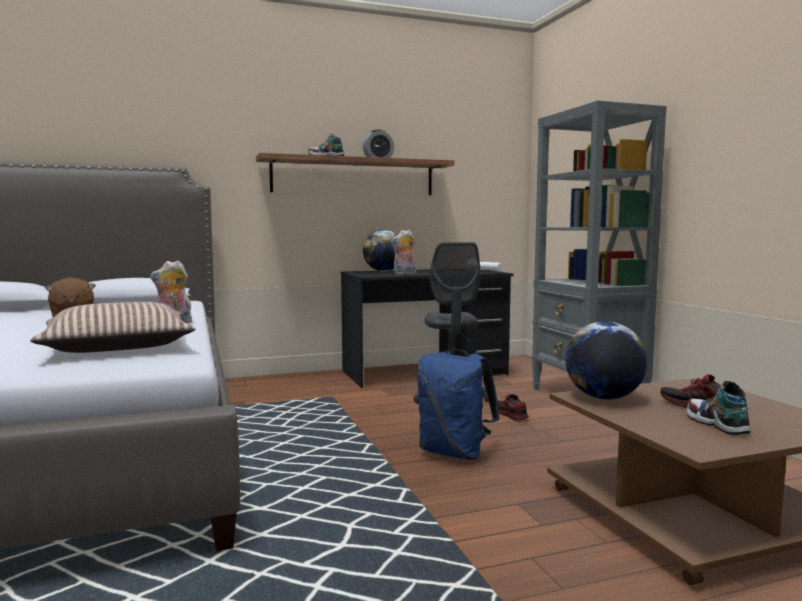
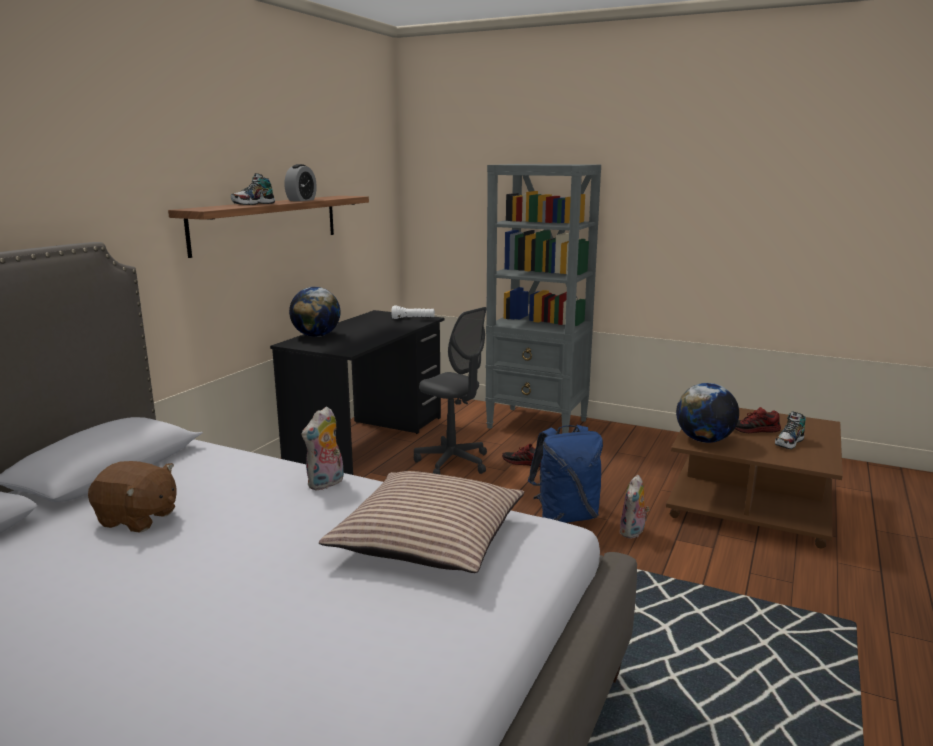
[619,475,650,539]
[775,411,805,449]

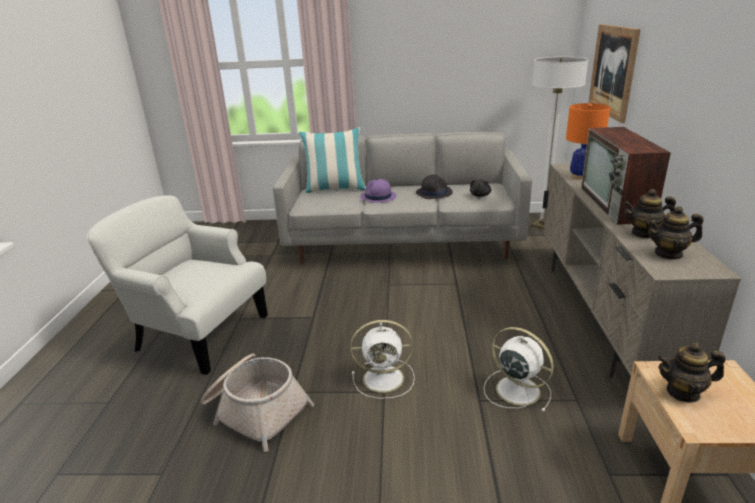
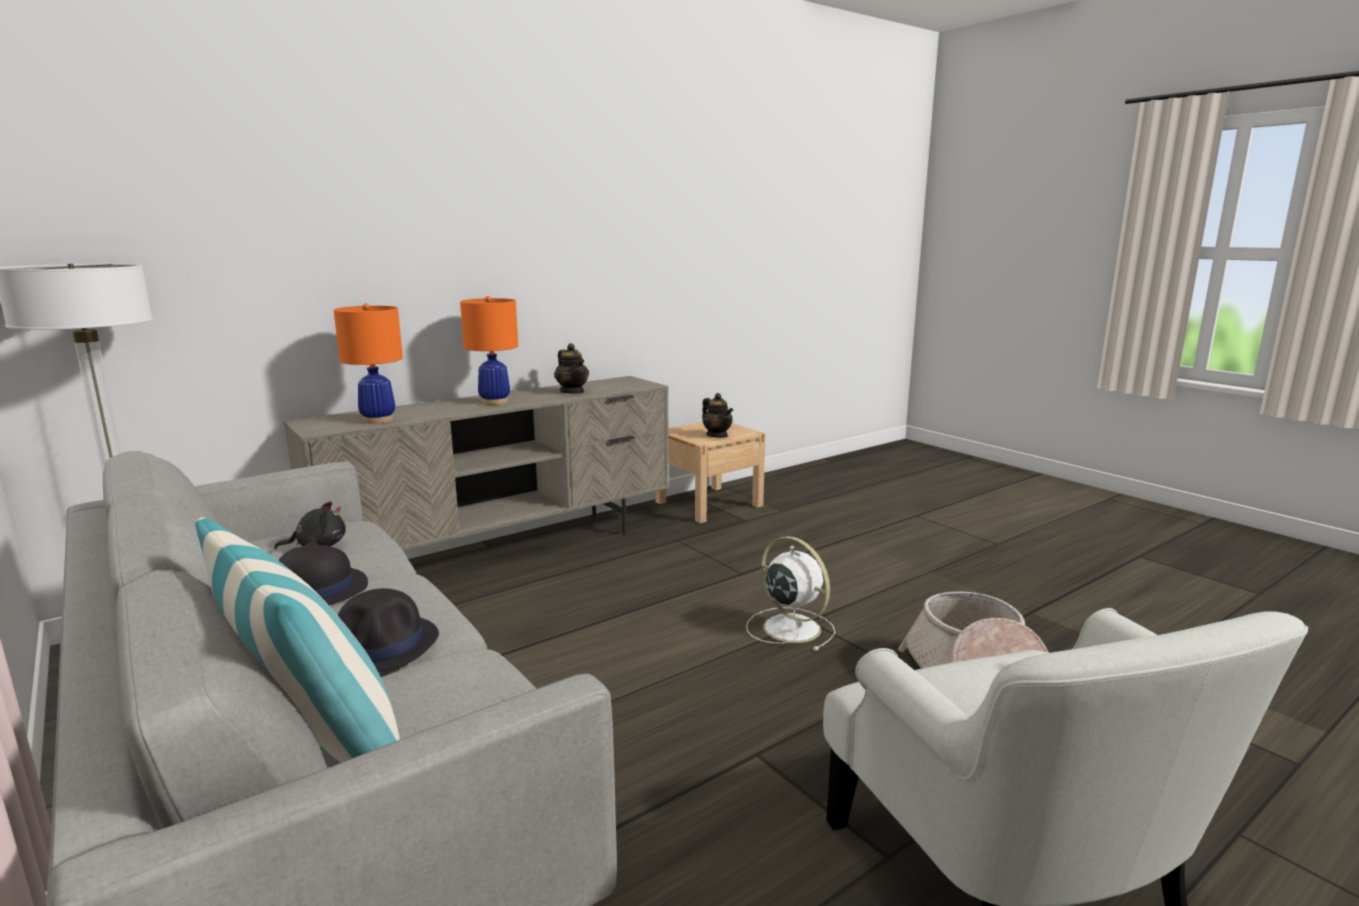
[484,327,554,412] (first image)
[588,24,641,123] (first image)
[647,206,704,260] (first image)
[460,296,518,405]
[338,588,439,672]

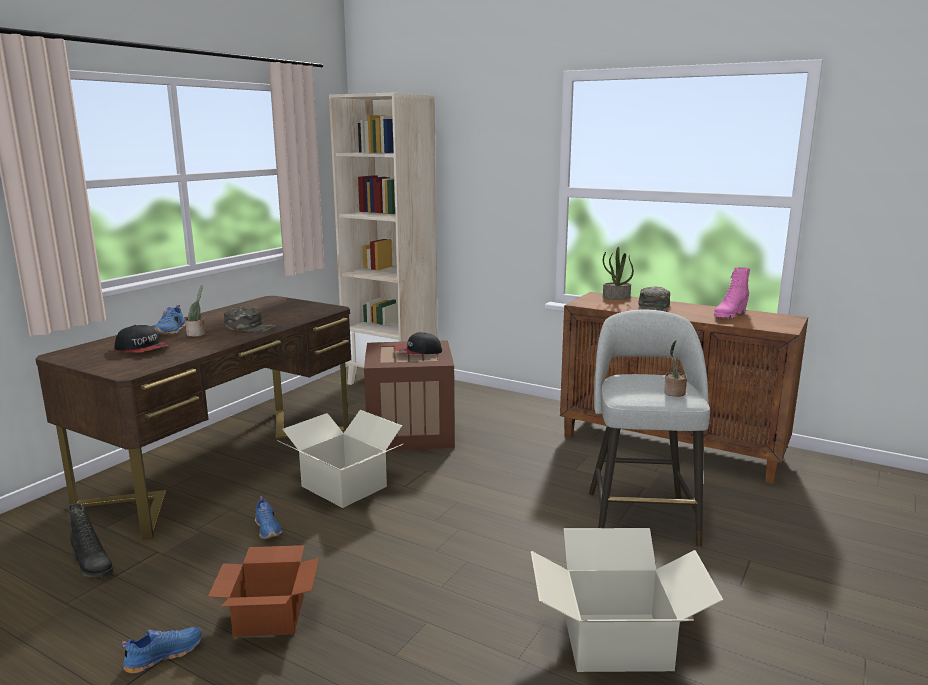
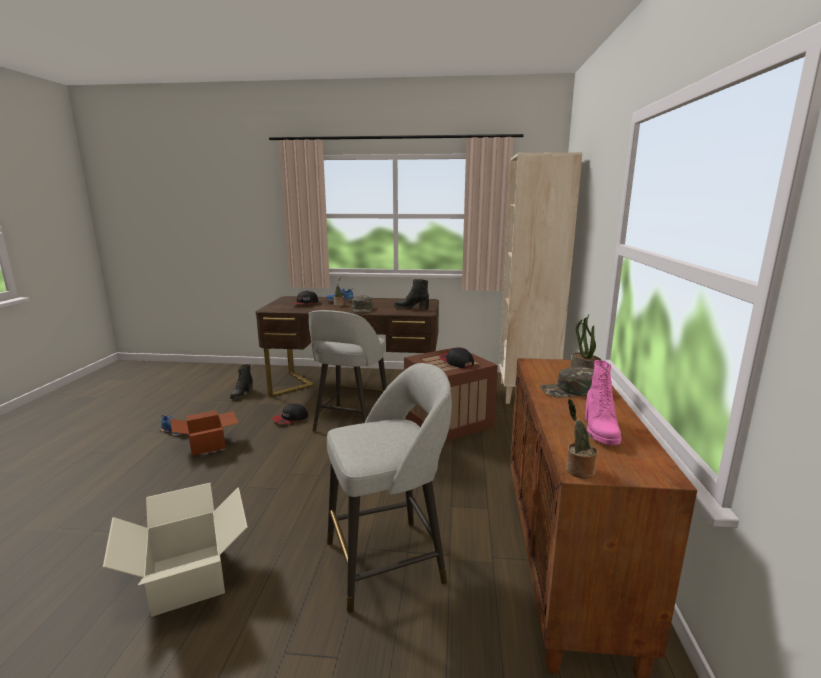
[394,279,429,310]
[566,399,597,479]
[272,404,308,424]
[308,310,387,432]
[585,360,621,445]

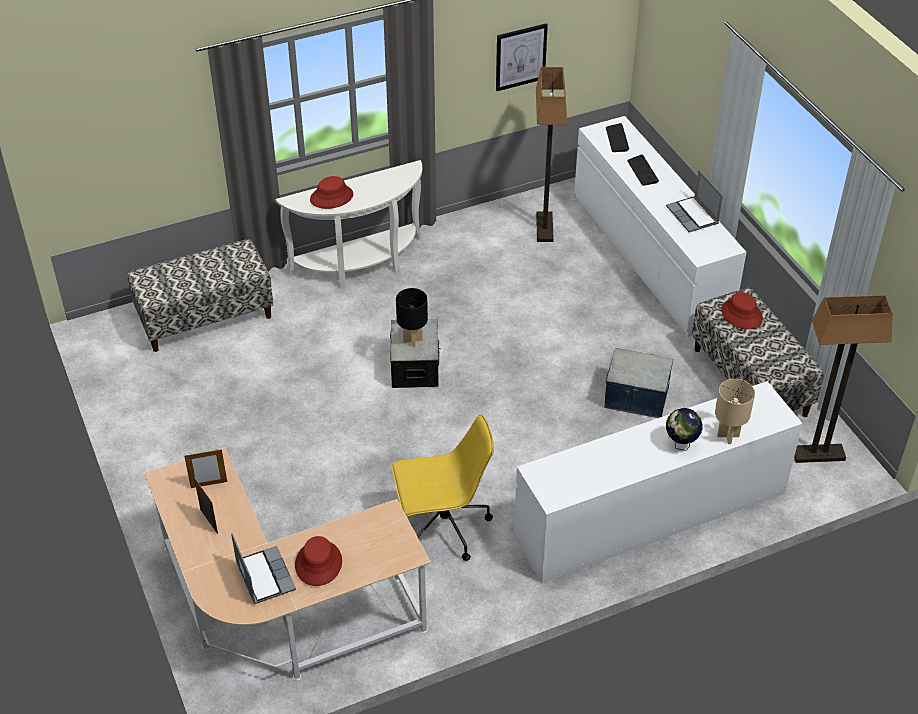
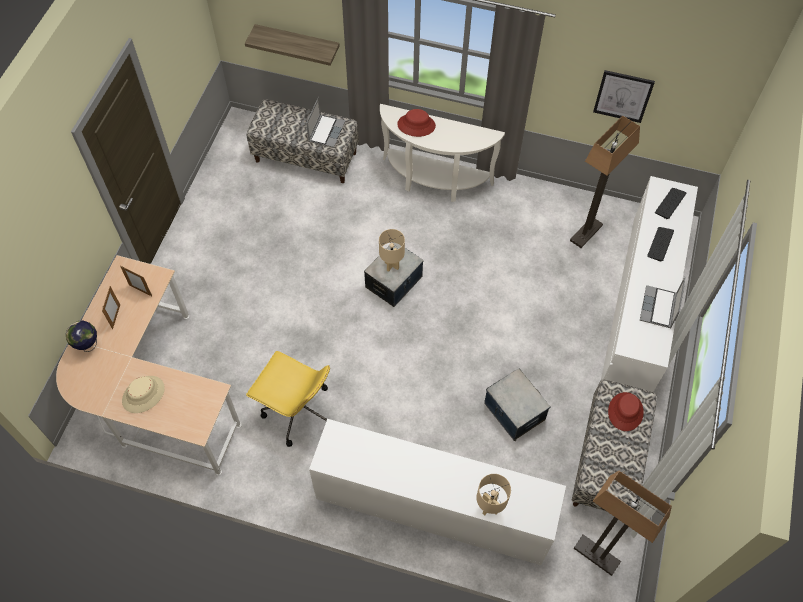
[245,24,340,66]
[306,96,345,148]
[66,321,97,352]
[122,376,165,413]
[379,229,405,272]

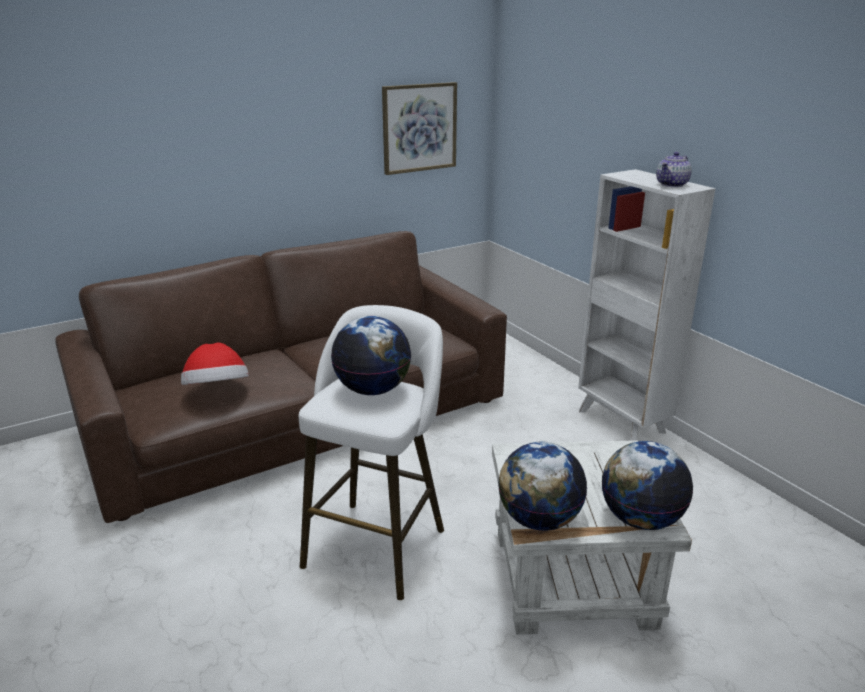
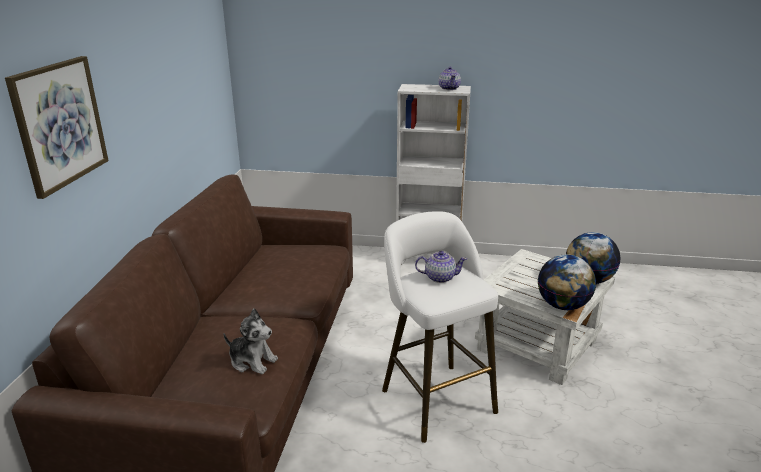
[5,56,109,199]
[223,308,278,374]
[415,251,467,283]

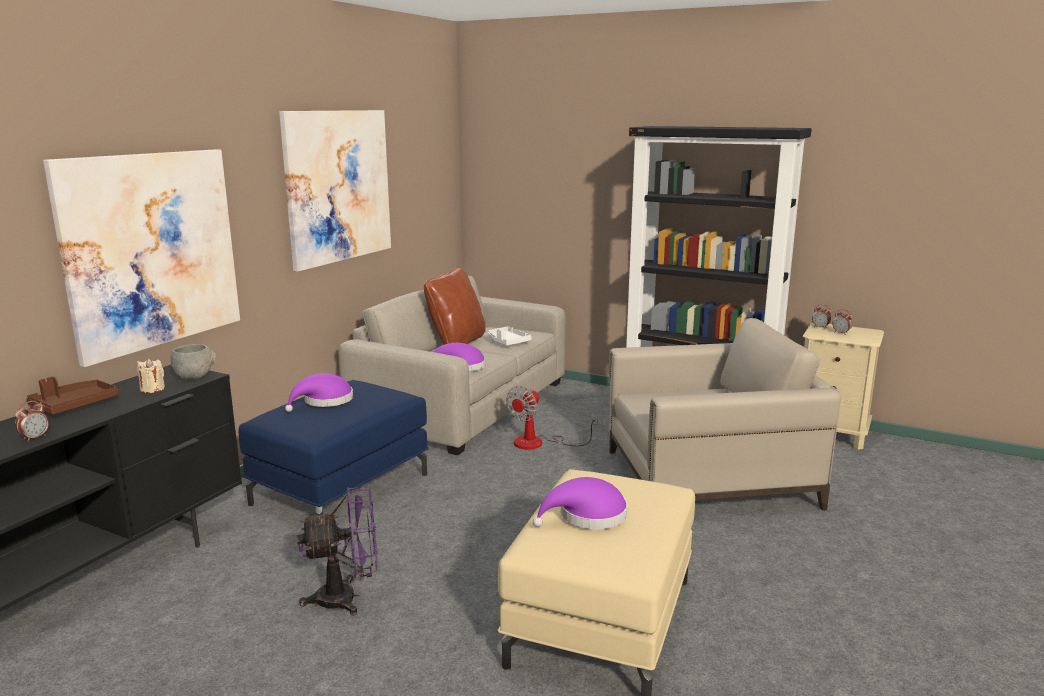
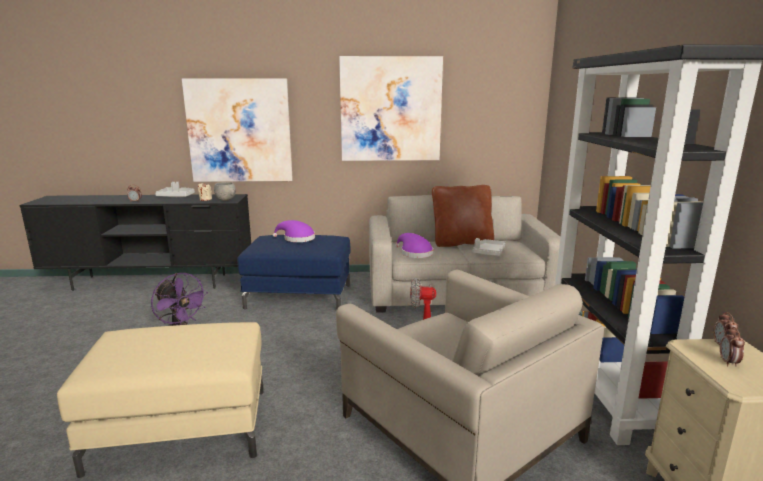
[533,477,627,529] (first image)
[155,182,195,197]

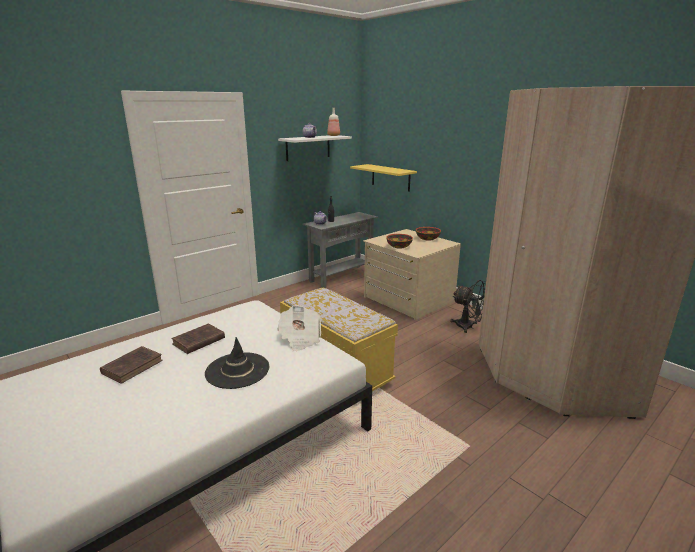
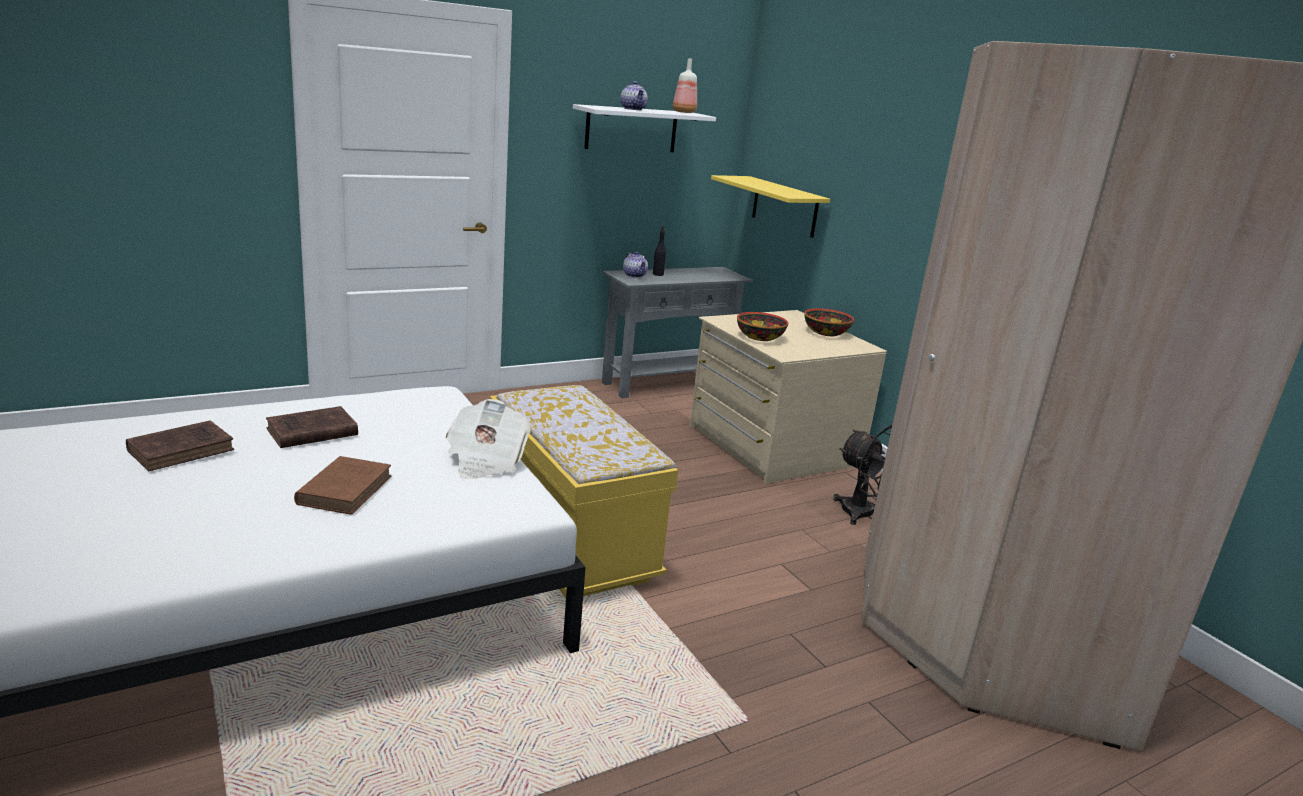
[294,456,391,515]

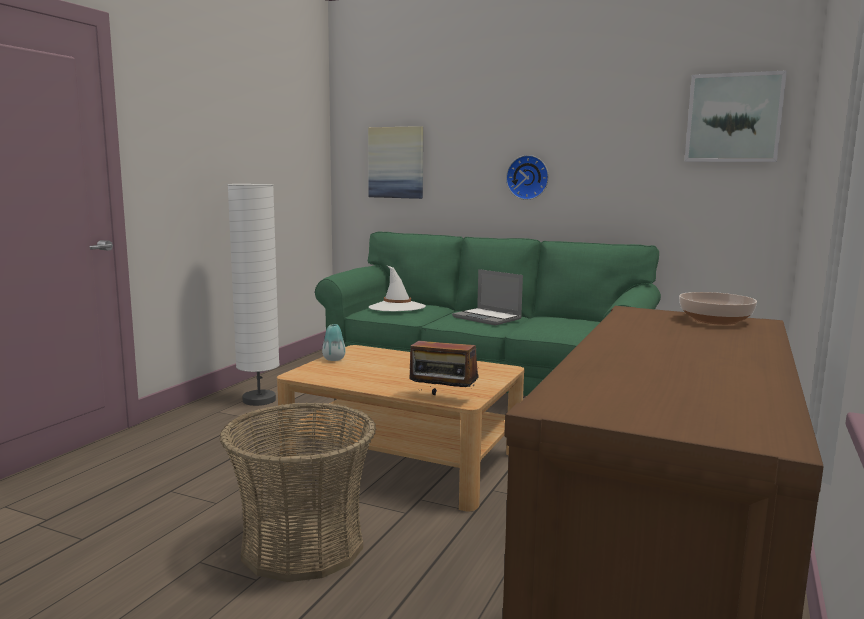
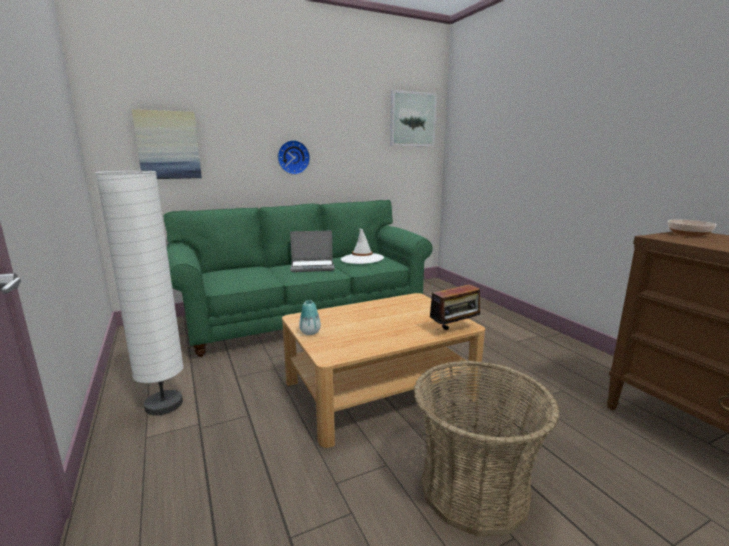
[341,228,384,264]

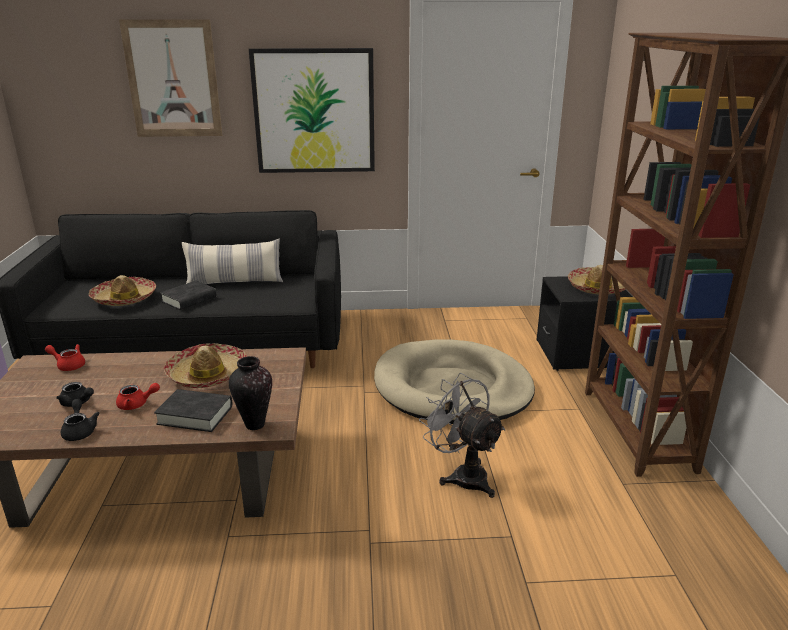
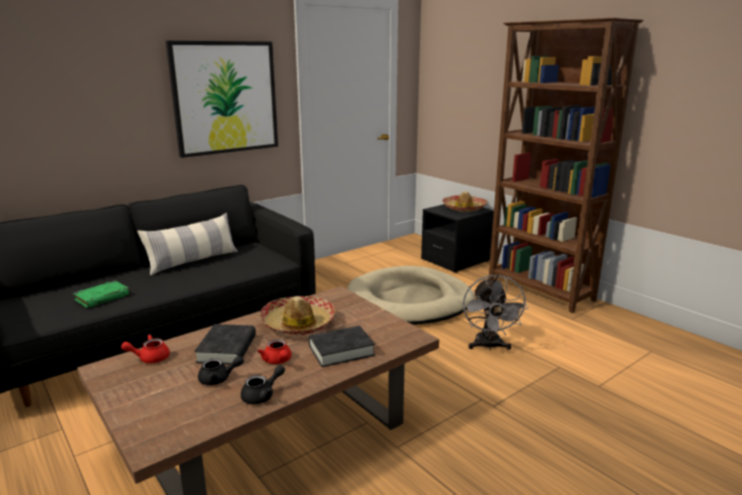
[119,19,222,137] (first image)
[229,356,272,430] (first image)
[194,324,256,365]
[73,280,130,308]
[241,365,285,404]
[257,339,292,364]
[463,274,528,351]

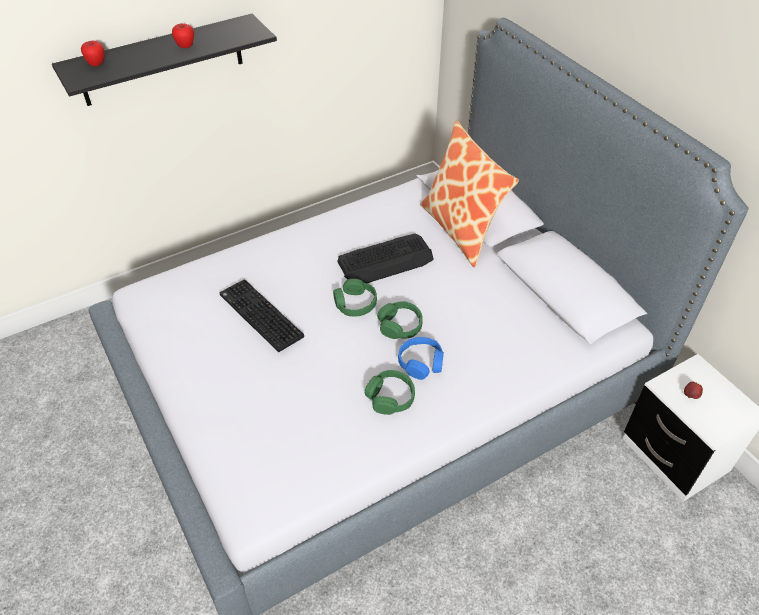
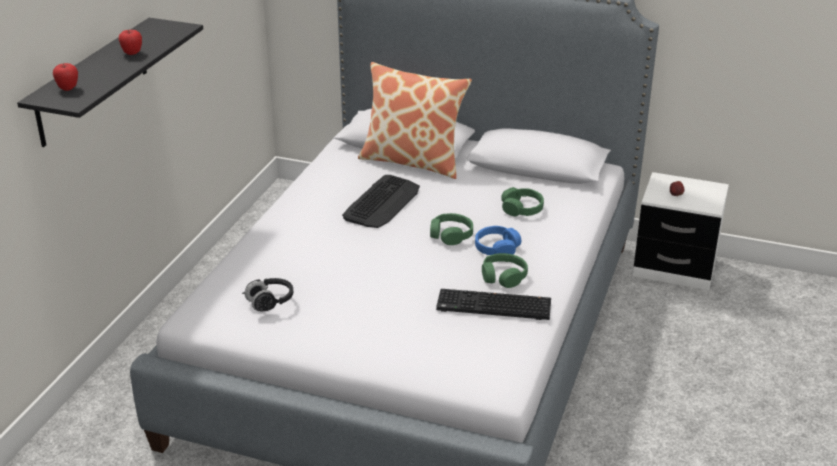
[242,278,293,311]
[436,289,551,320]
[501,187,544,216]

